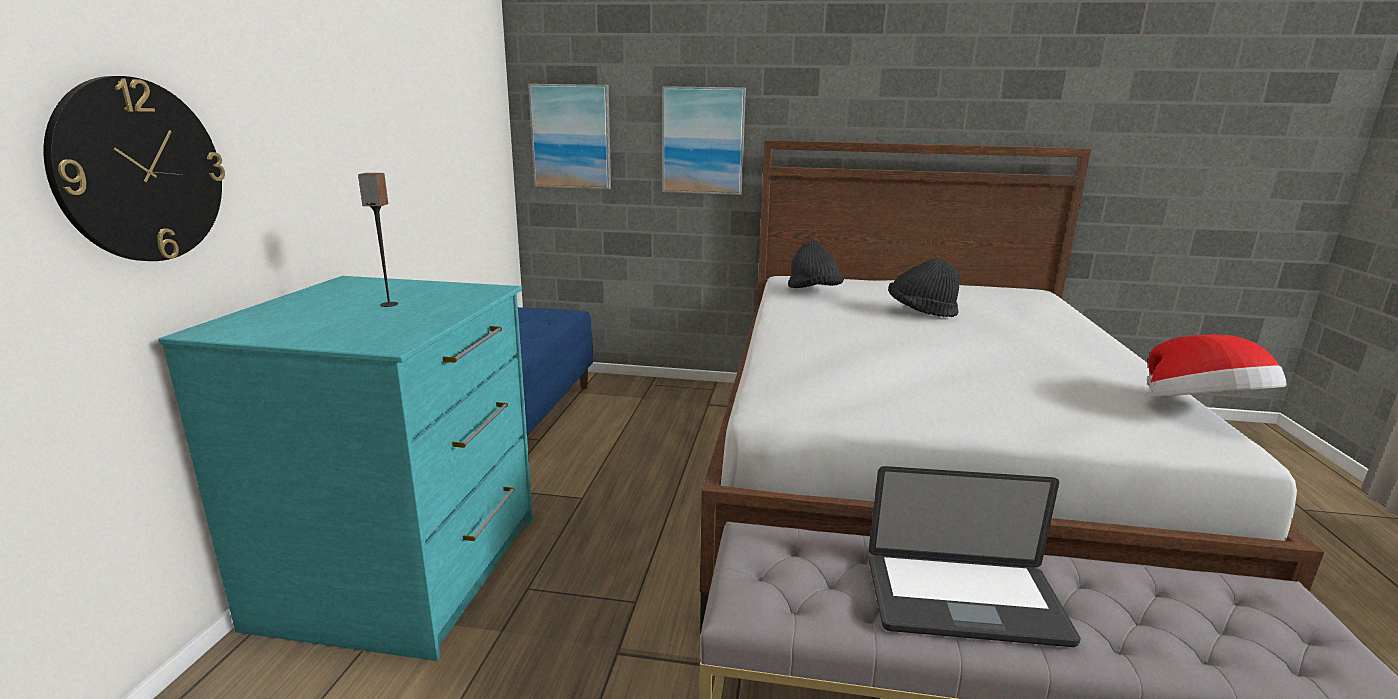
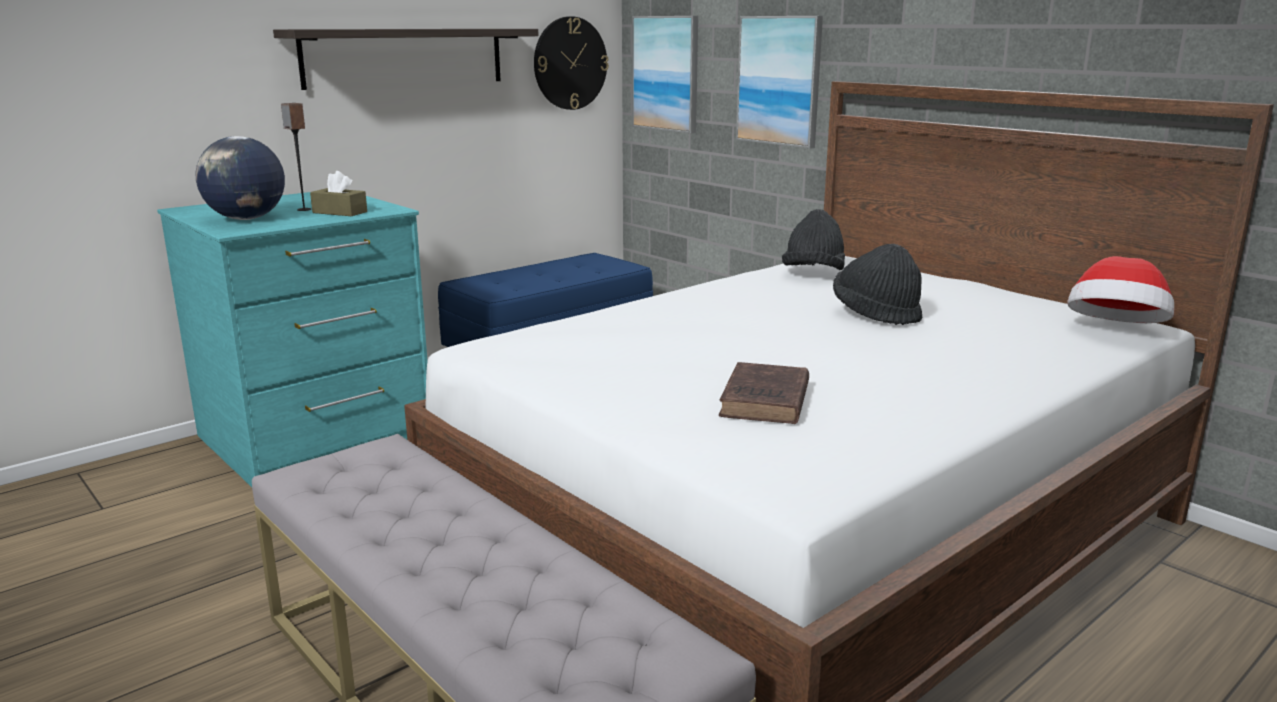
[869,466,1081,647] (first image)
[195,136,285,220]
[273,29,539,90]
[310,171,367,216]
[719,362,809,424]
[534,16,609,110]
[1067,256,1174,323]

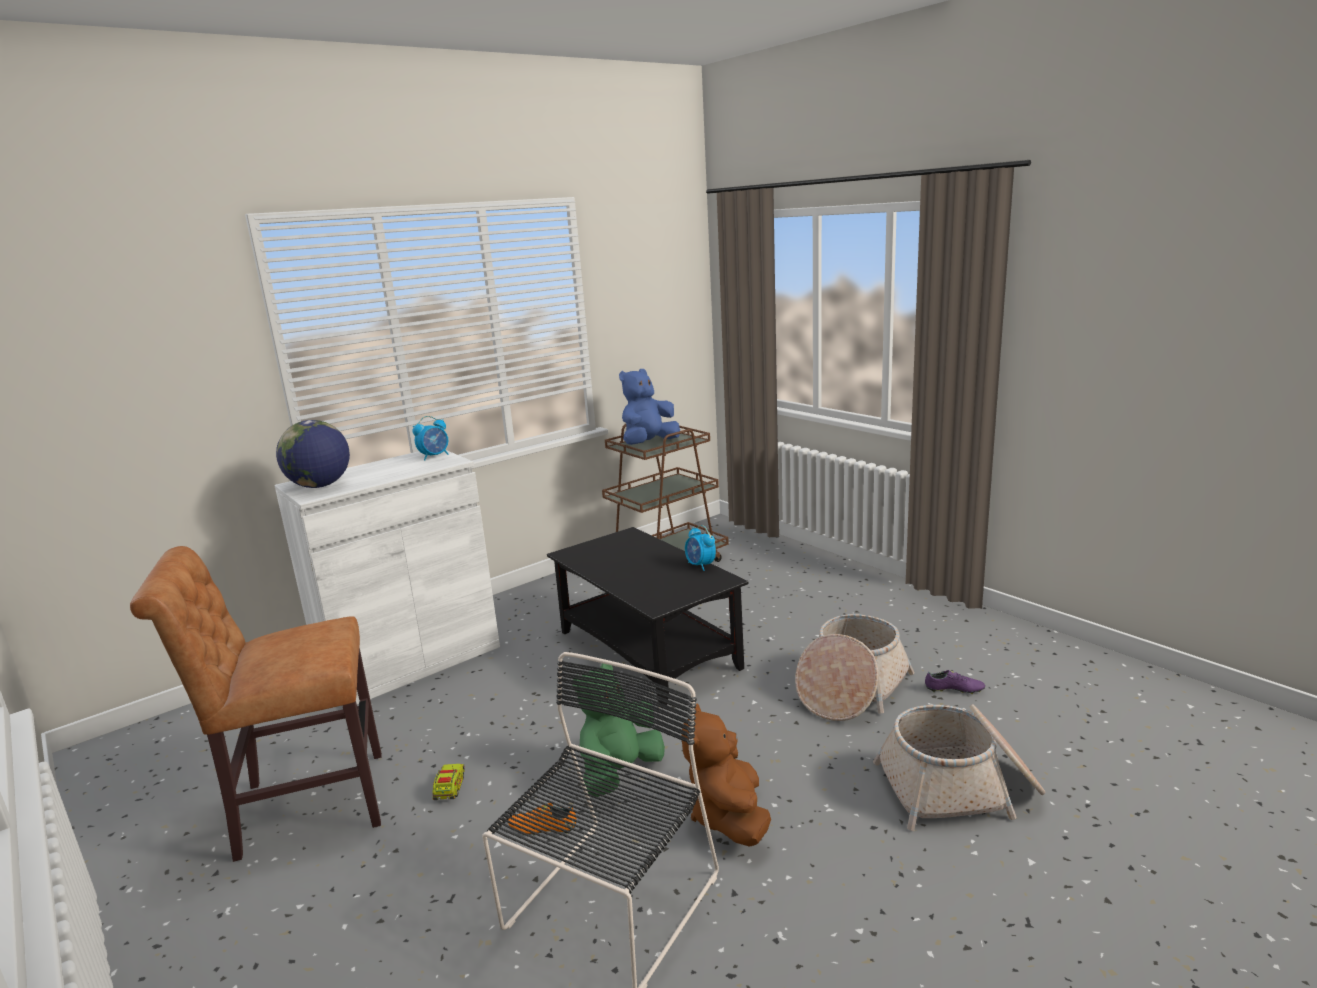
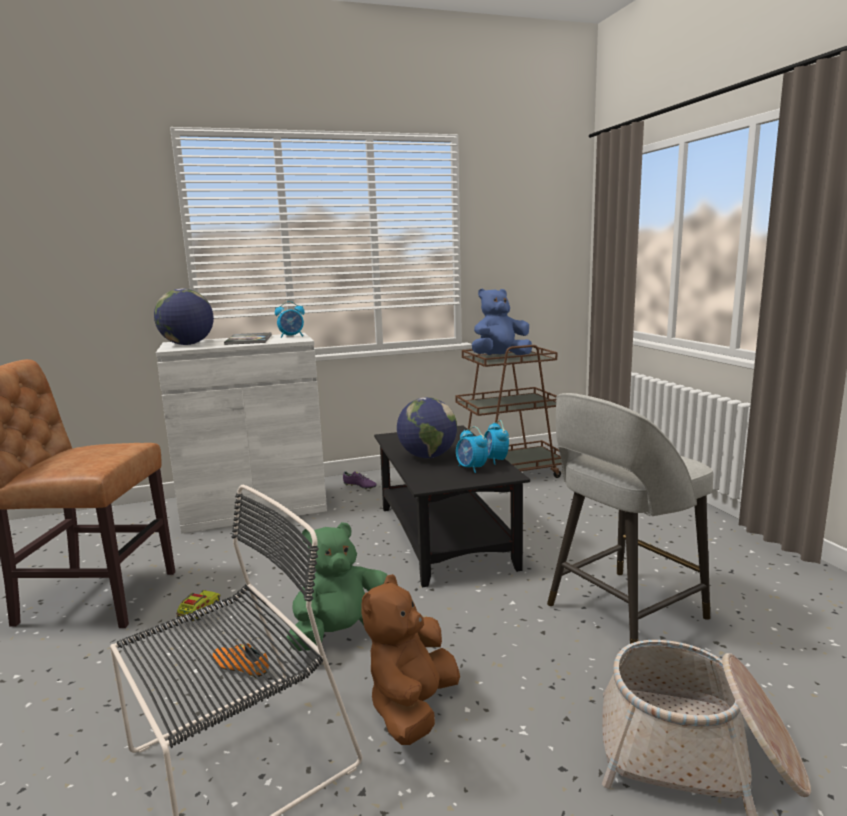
[224,332,272,345]
[397,397,457,458]
[456,426,488,473]
[343,471,377,490]
[547,393,713,644]

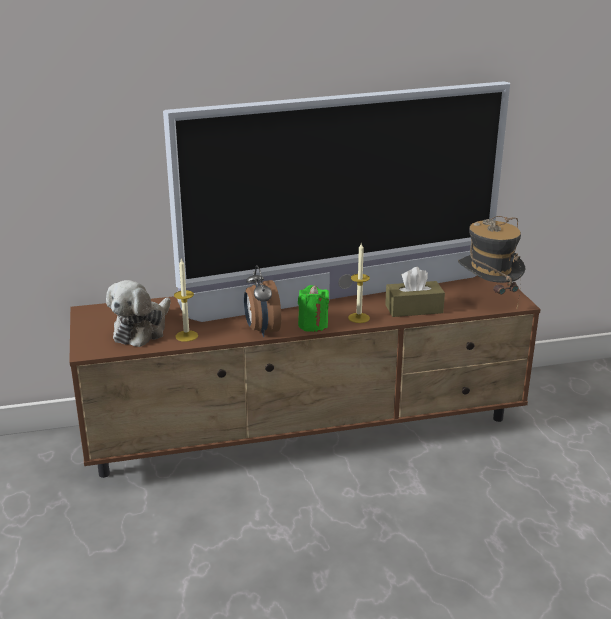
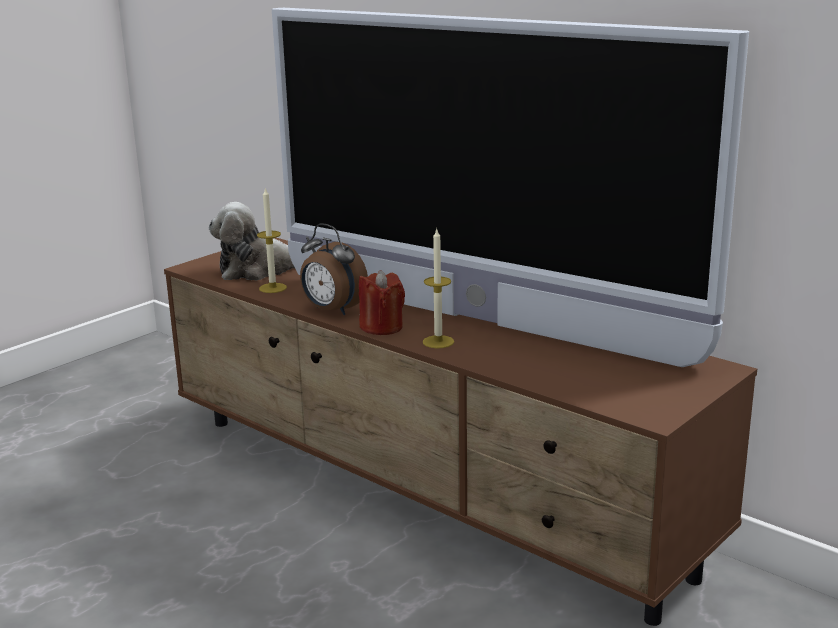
[385,267,445,317] (first image)
[458,216,526,308] (first image)
[359,270,405,335]
[300,224,368,315]

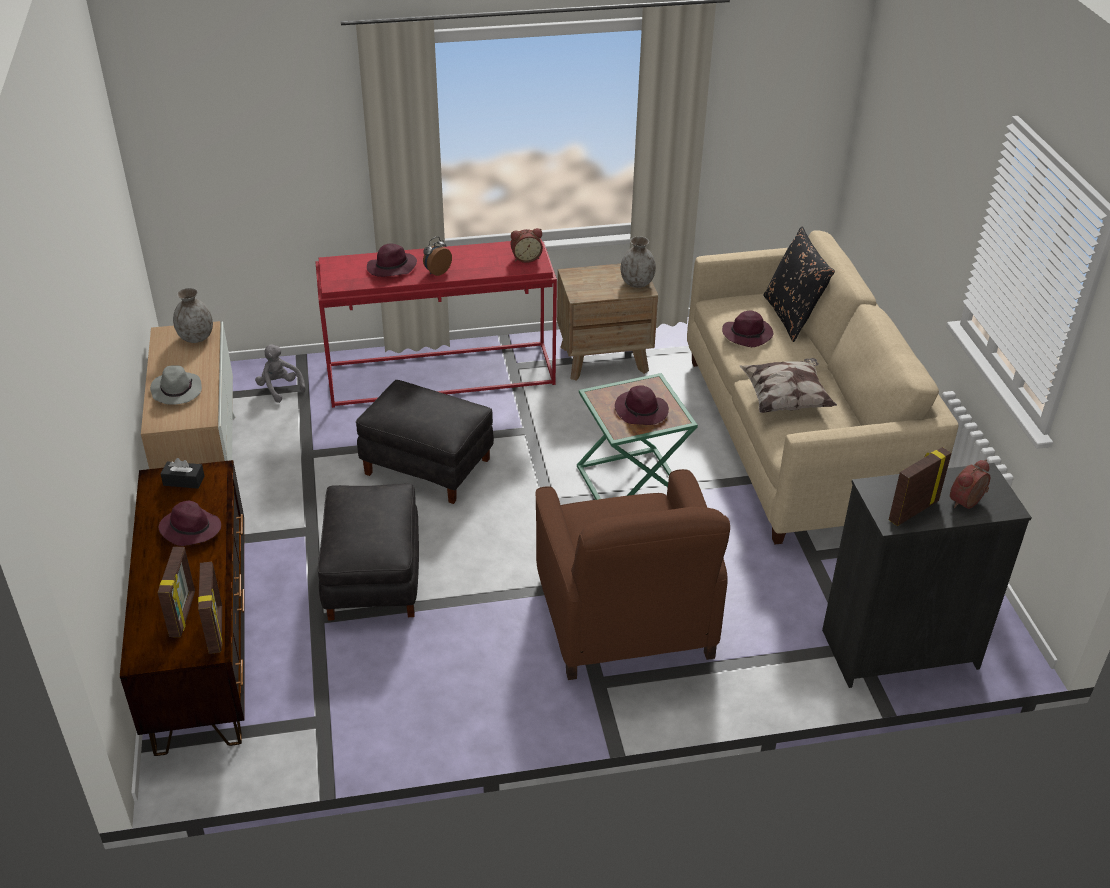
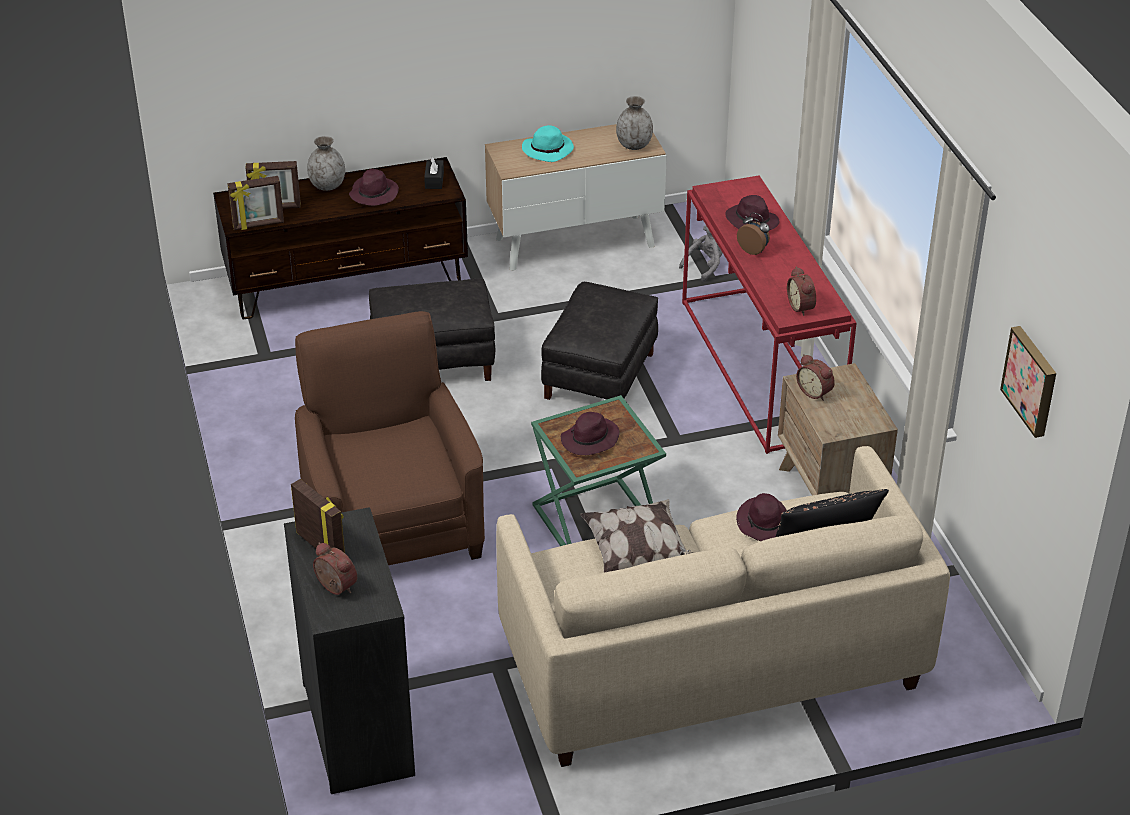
[796,354,835,401]
[1000,326,1056,438]
[307,136,345,191]
[522,125,574,162]
[295,311,485,565]

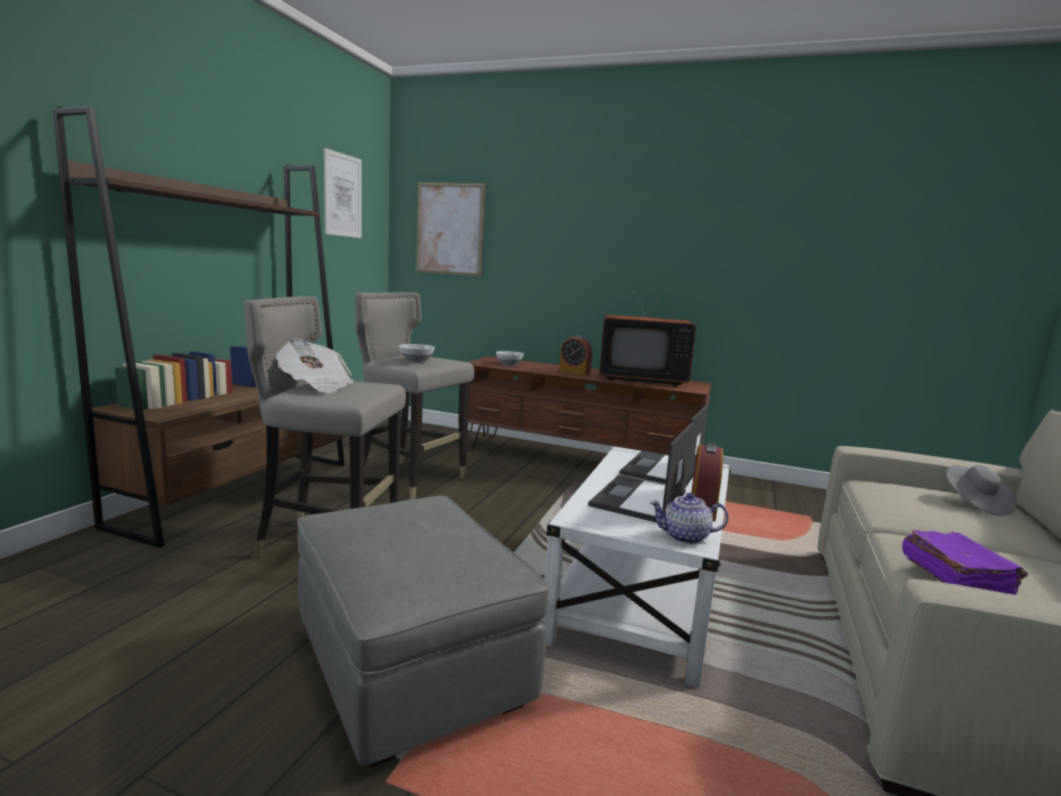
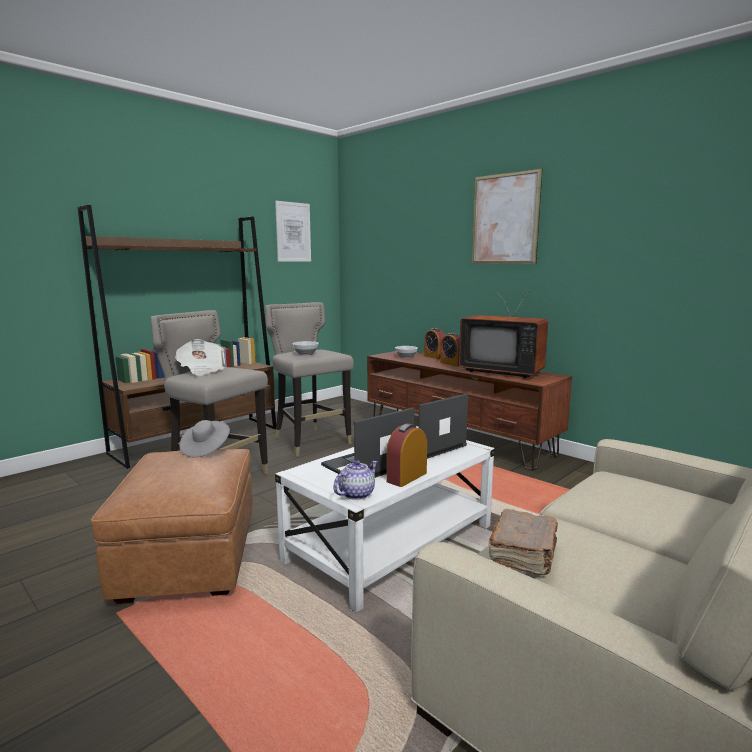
[424,328,445,359]
[472,168,543,264]
[180,420,230,457]
[91,449,253,604]
[488,509,558,575]
[333,460,378,500]

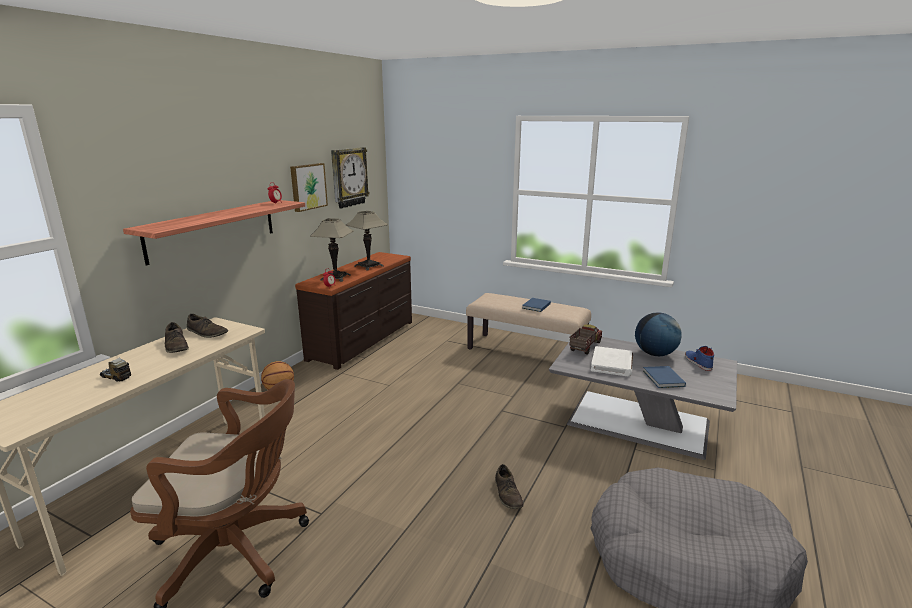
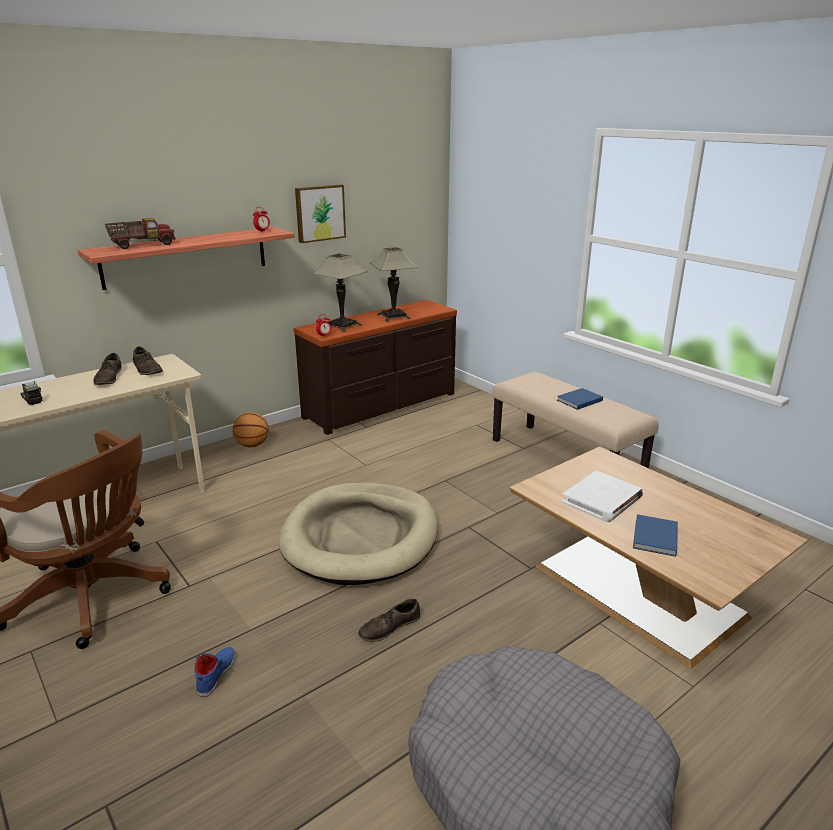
[331,147,370,209] (first image)
[635,312,682,356] (first image)
[279,483,438,585]
[105,218,175,249]
[194,647,235,697]
[509,447,808,668]
[358,599,420,642]

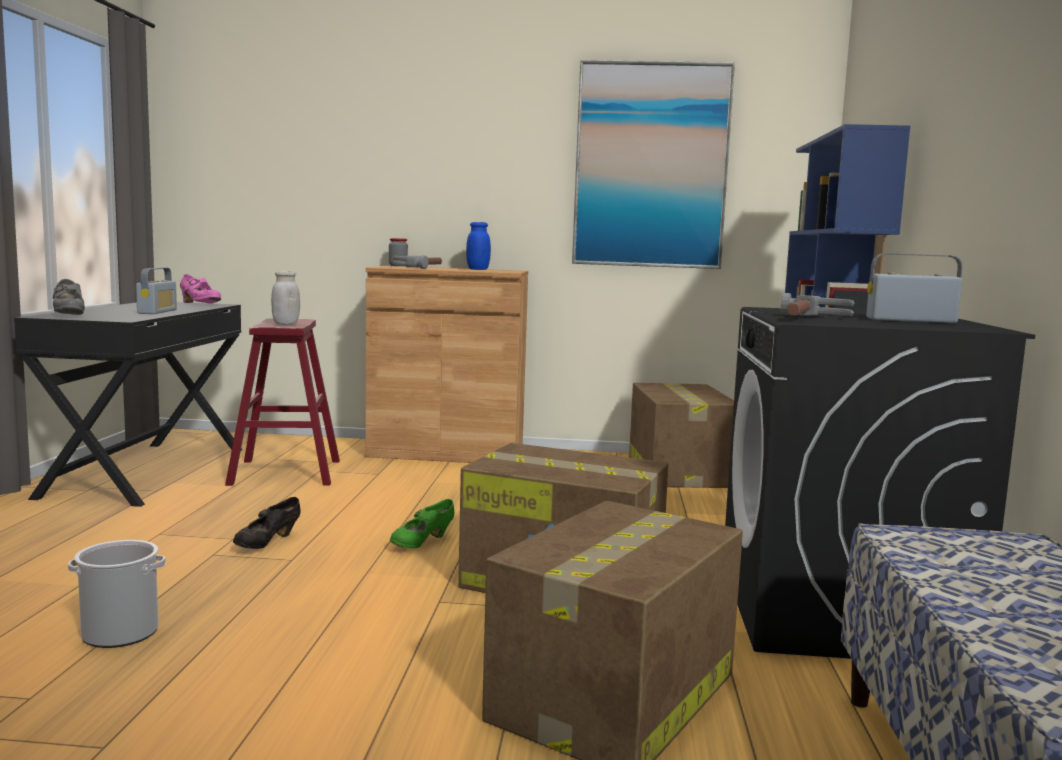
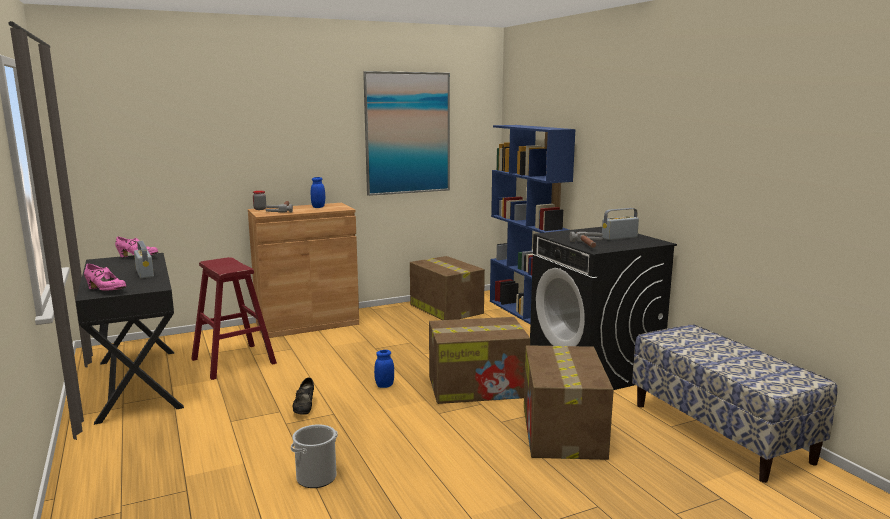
[271,271,300,325] (first image)
[374,350,394,388]
[84,264,126,291]

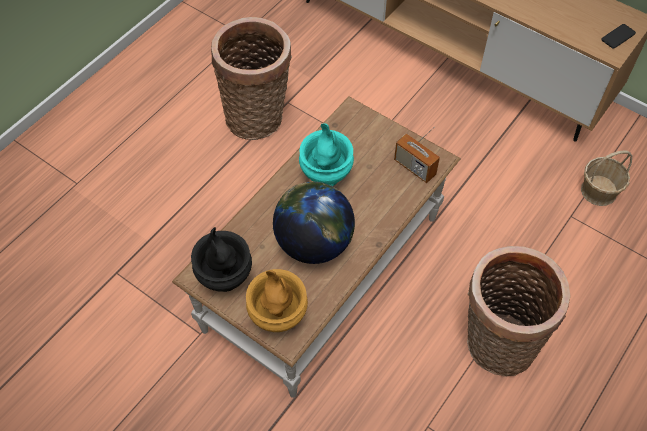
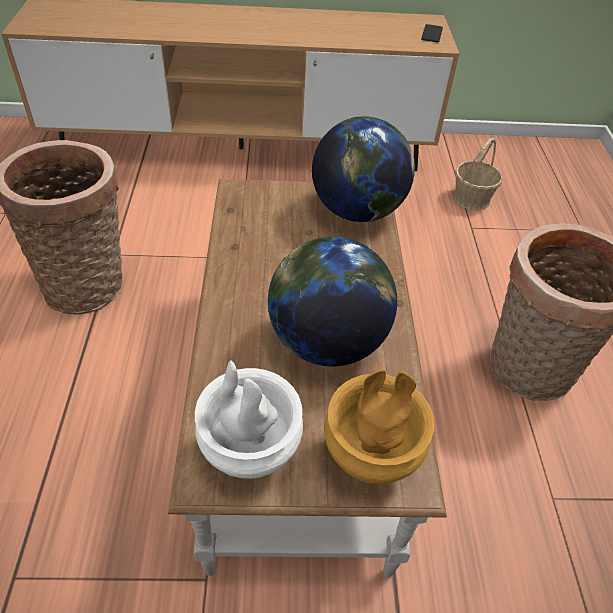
[299,123,354,186] (first image)
[312,116,415,222]
[195,361,303,479]

